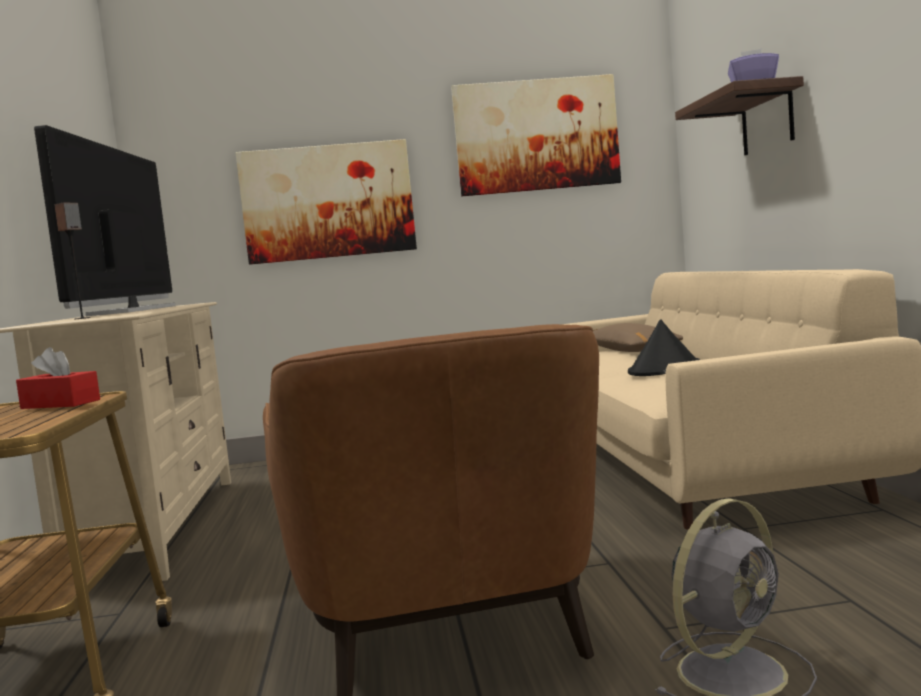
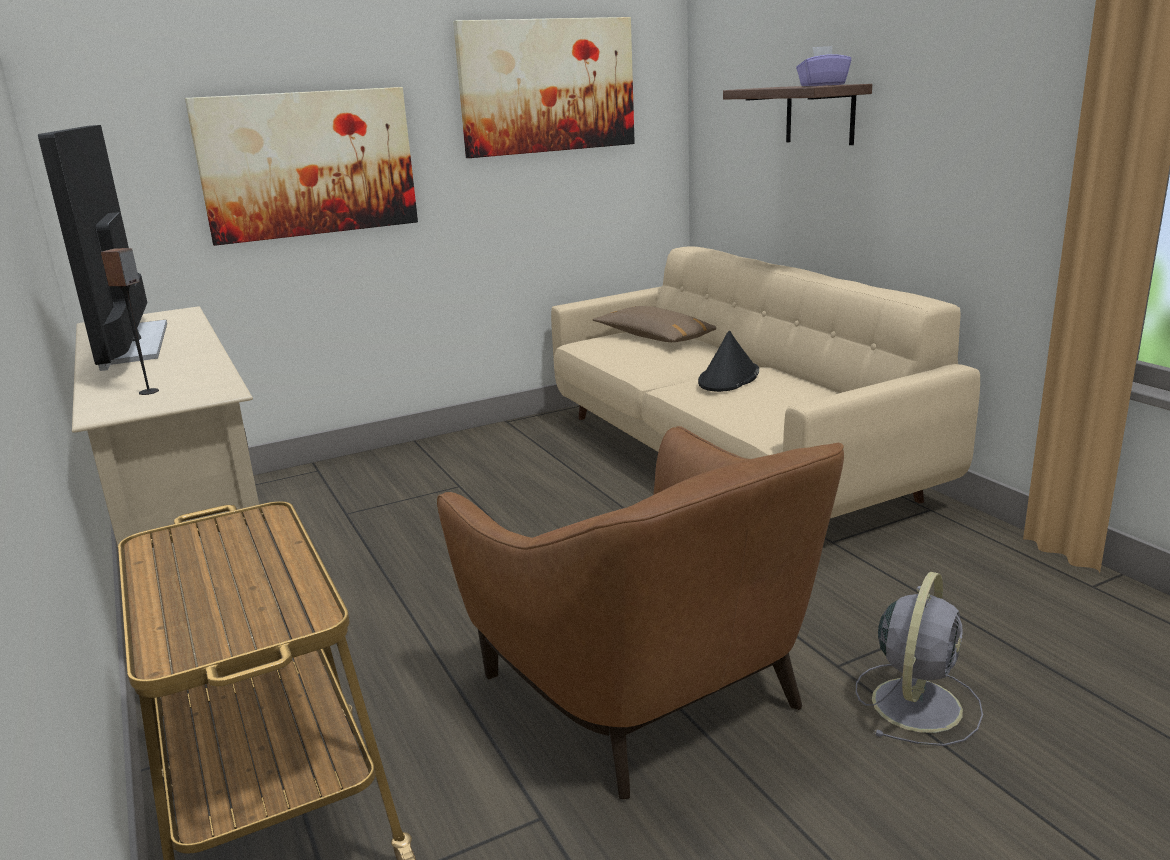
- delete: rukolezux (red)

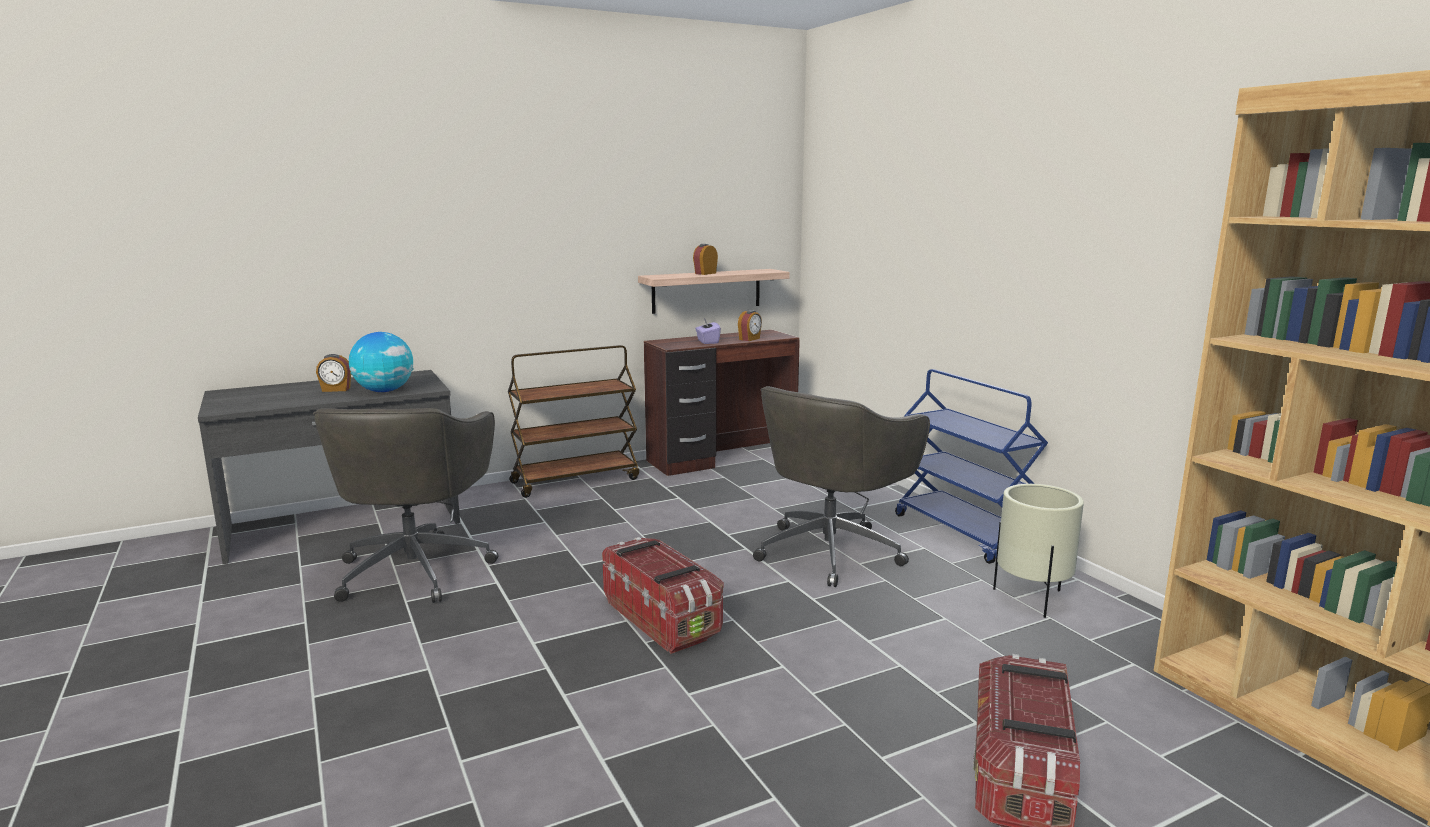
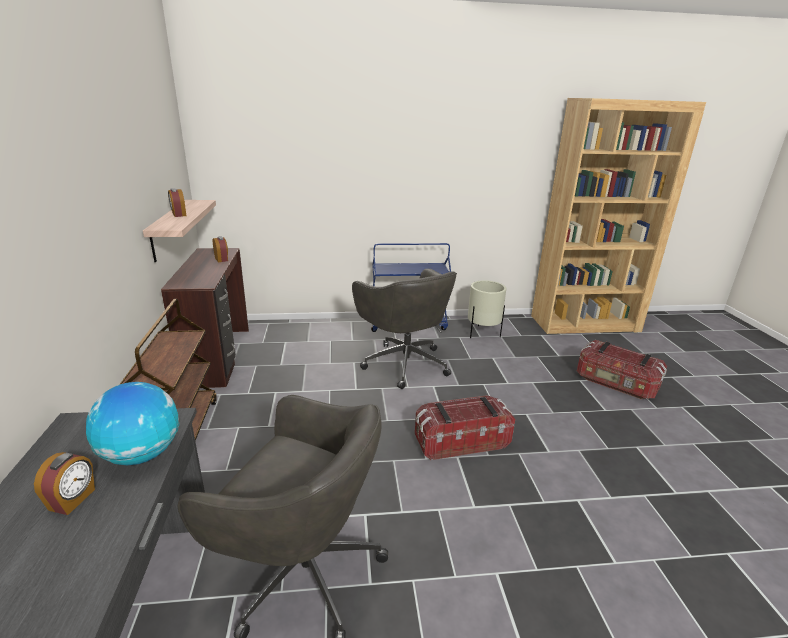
- delete: rukolezux (purple)

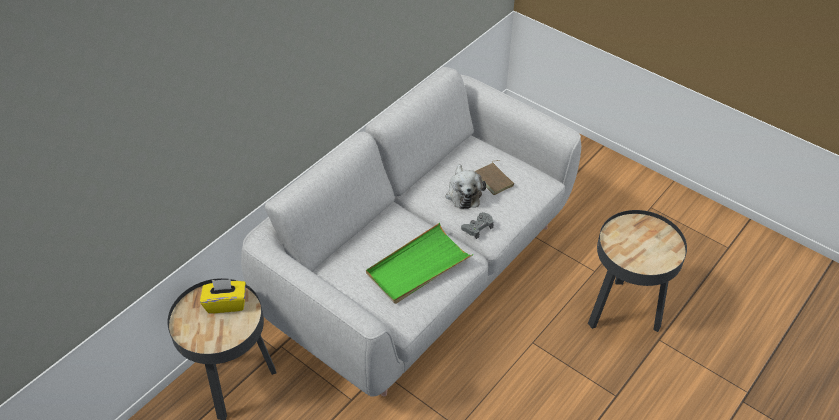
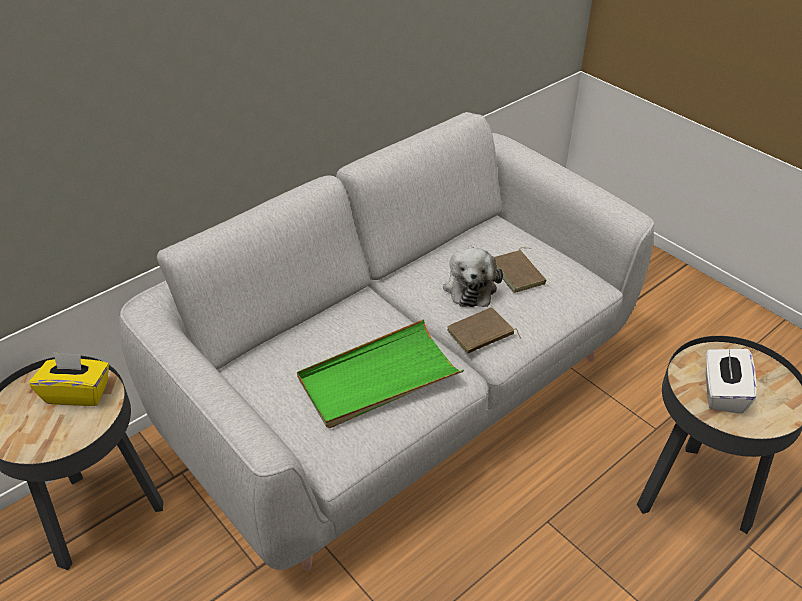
- replace: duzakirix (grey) to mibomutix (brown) (1st from left)
- insert: rukolezux (white)

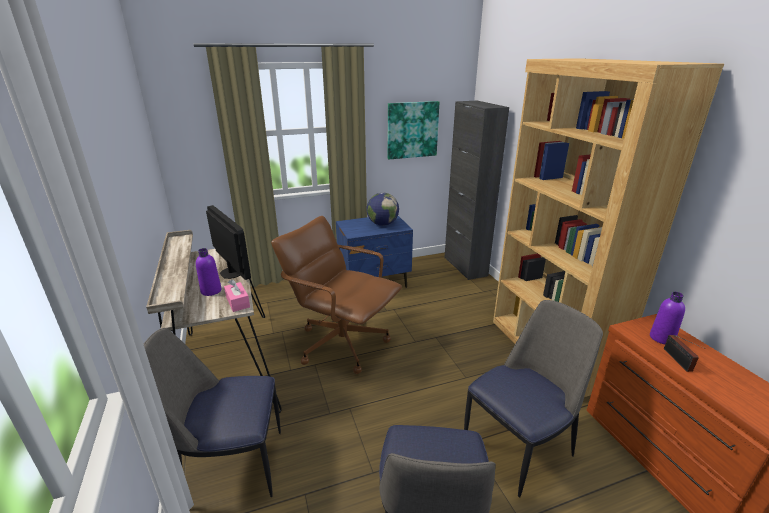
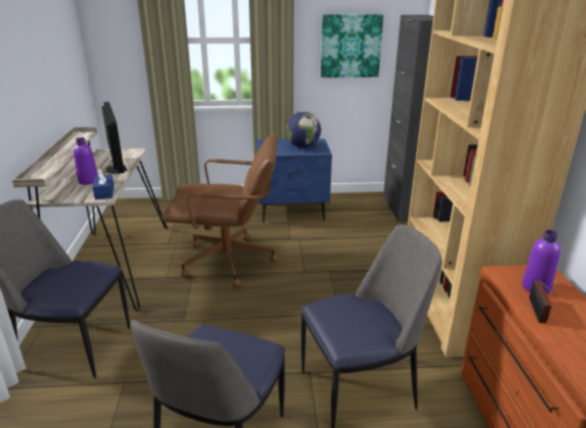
- recolor: rukolezux (pink) to rukolezux (blue)
- rotate: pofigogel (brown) 135 degrees clockwise

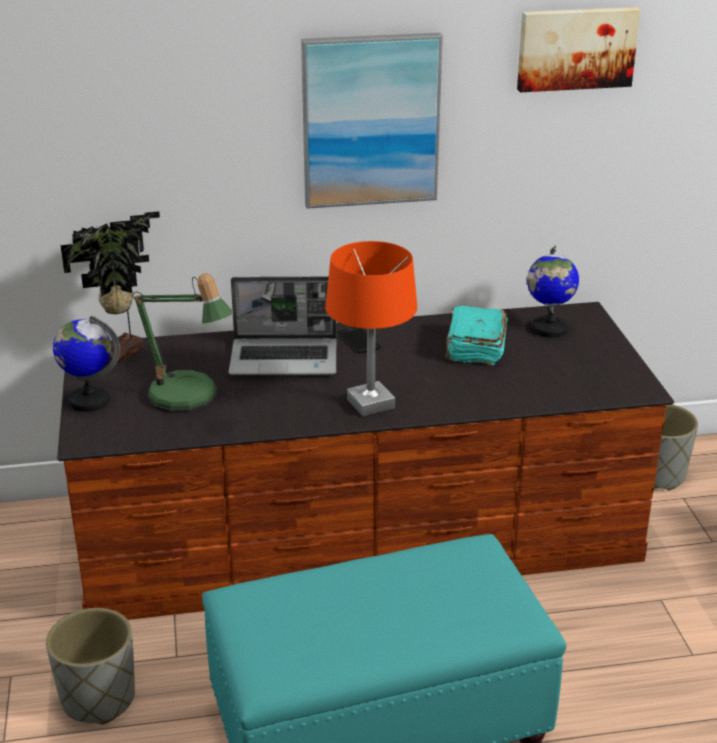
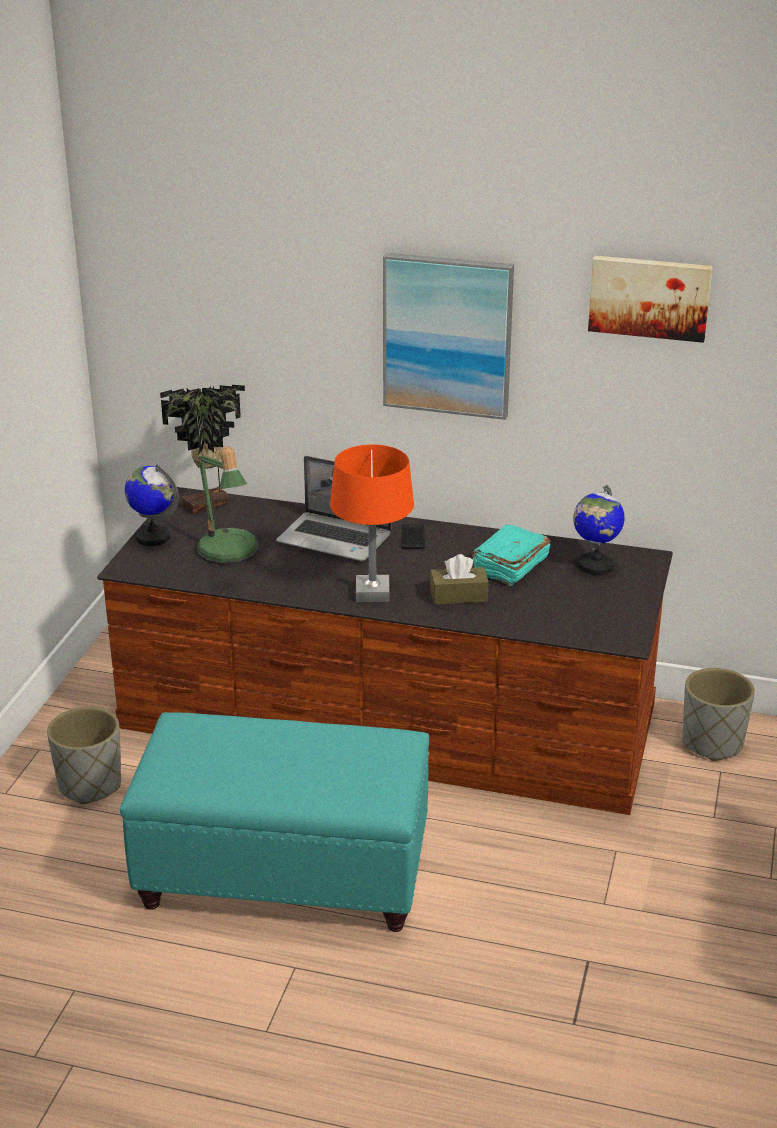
- insert: rukolezux (brown)

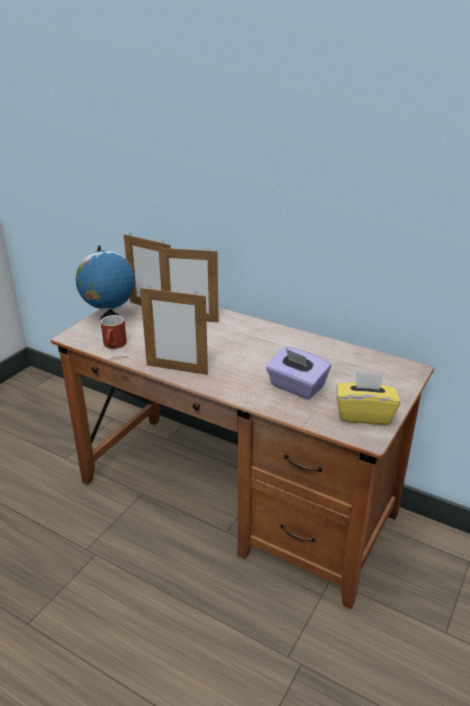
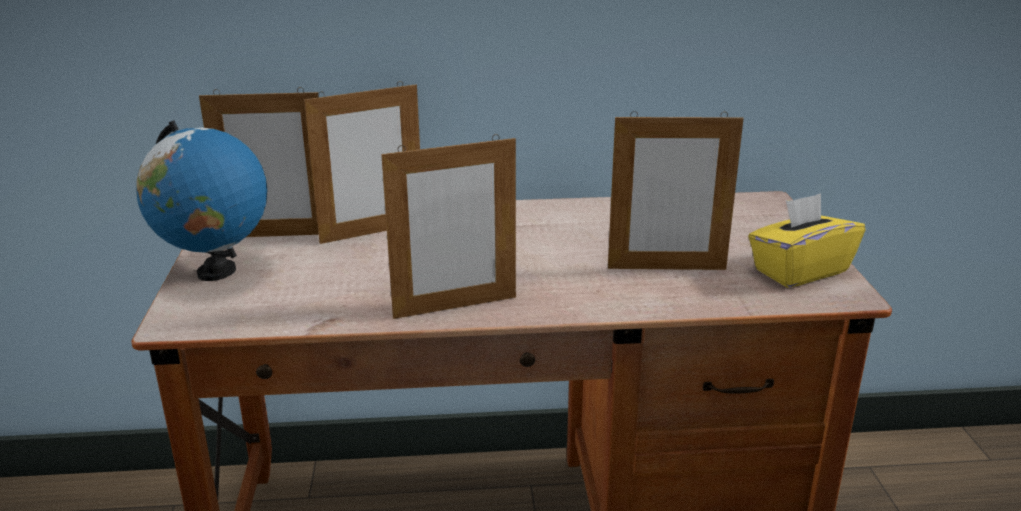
- delete: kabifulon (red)
- replace: rukolezux (purple) to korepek (4th from left)

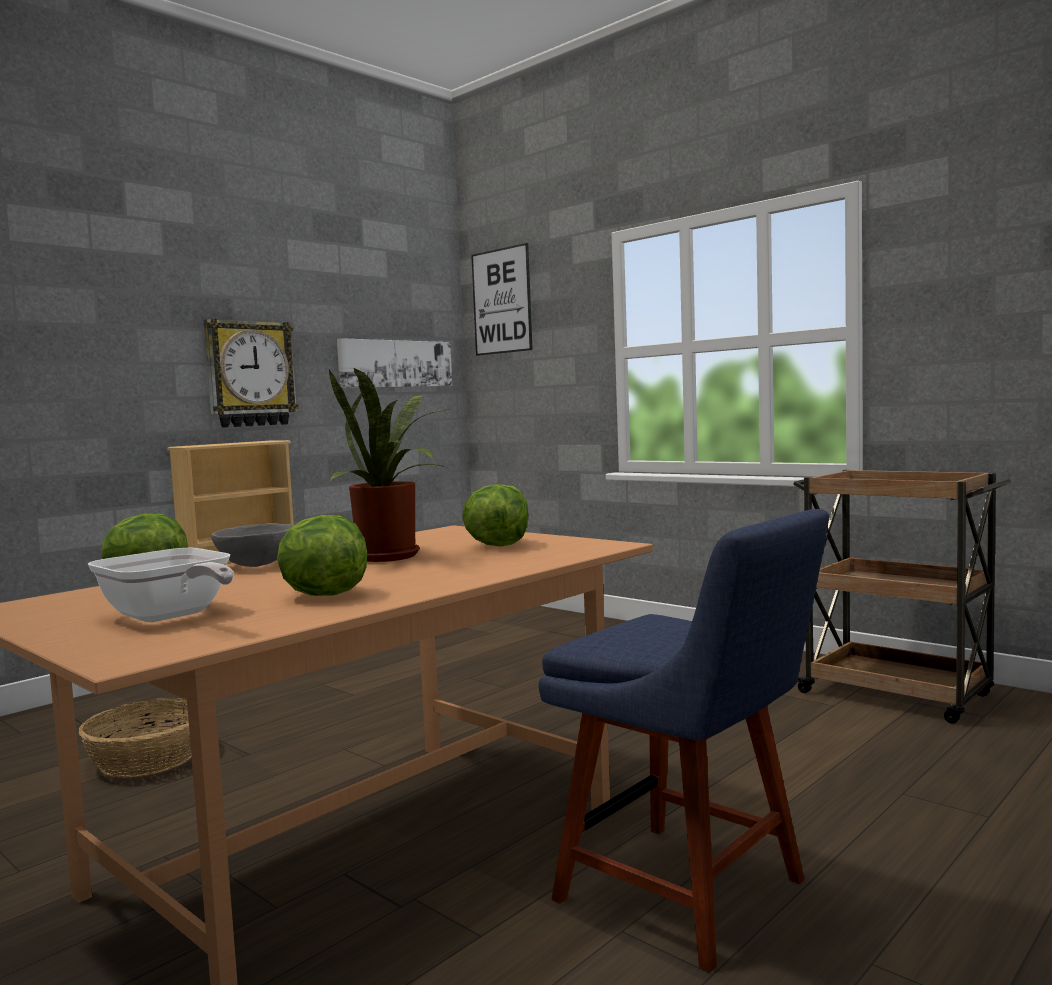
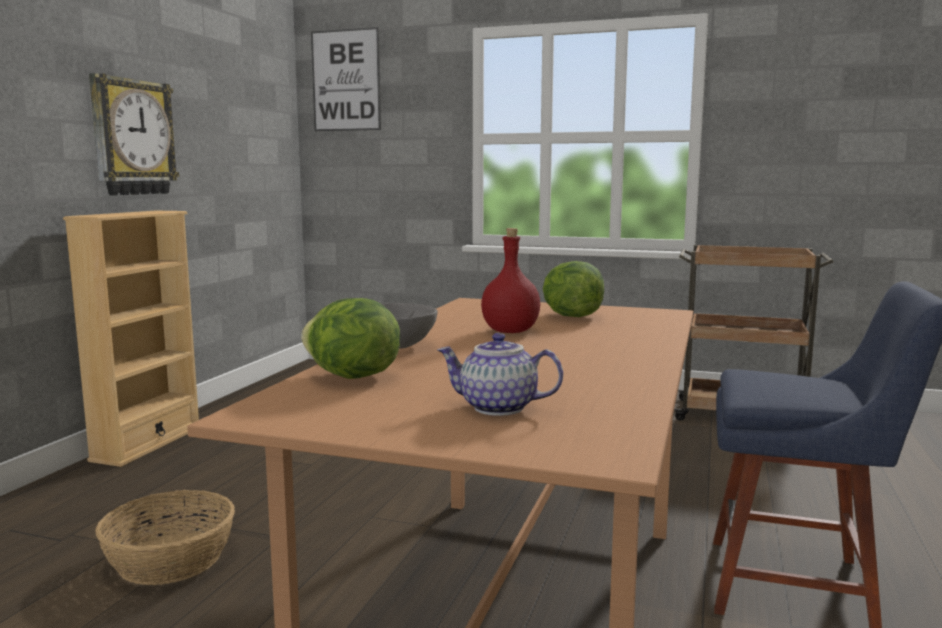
- replace: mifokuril to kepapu
- delete: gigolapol (2nd from left)
- replace: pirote to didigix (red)
- delete: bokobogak (1st from left)

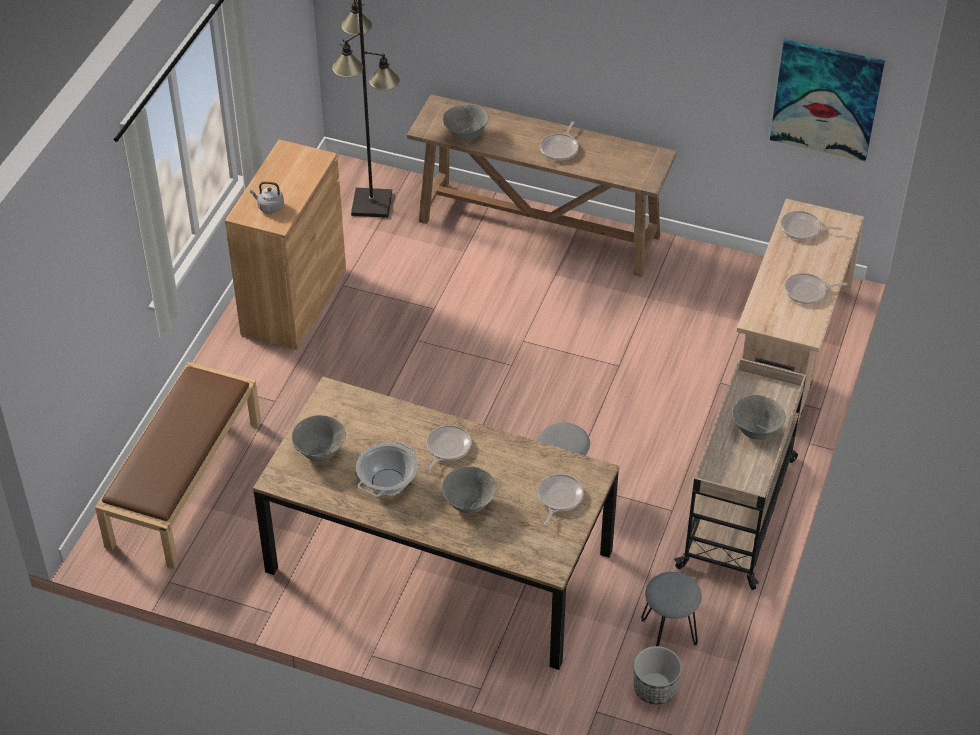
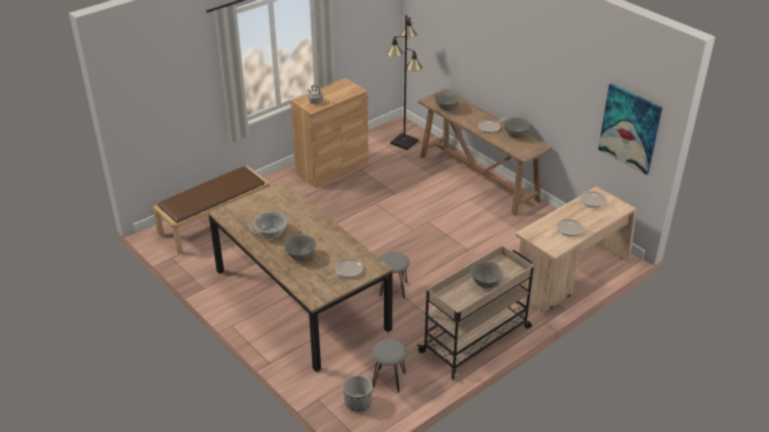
- move: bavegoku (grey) (1st from left in the first image) to bavegoku (grey) (4th from left)
- delete: mifokuril (1st from left)

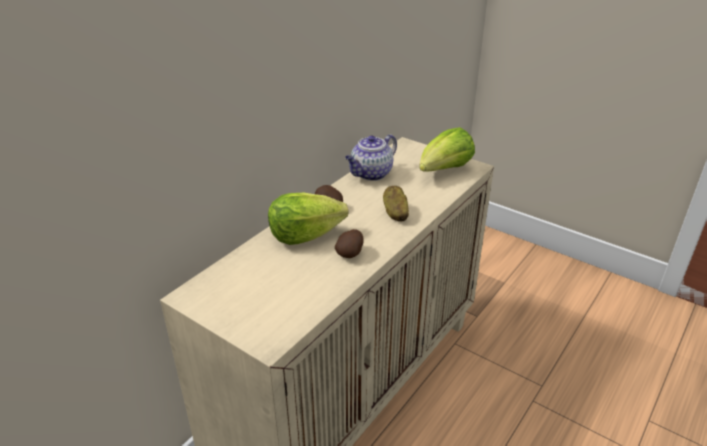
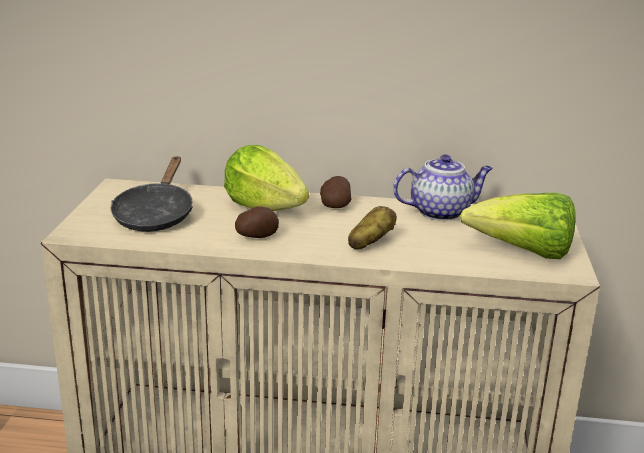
- rotate: kepapu 150 degrees clockwise
- insert: mifokuril (black)

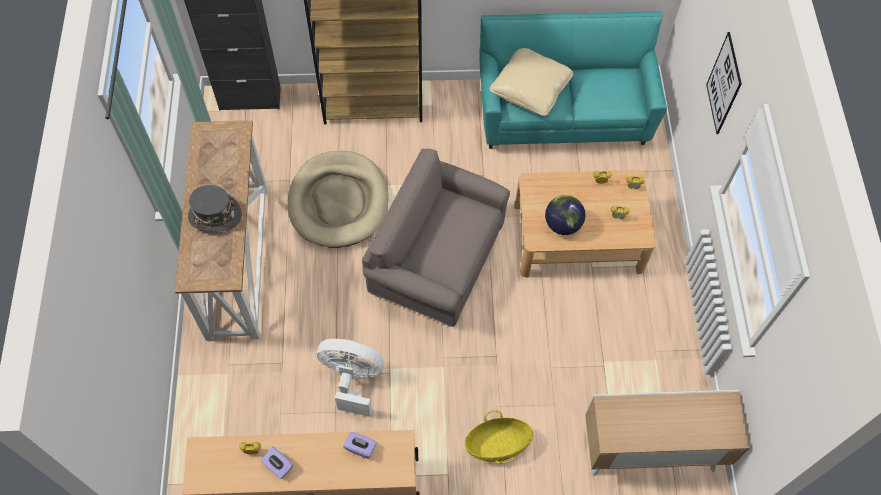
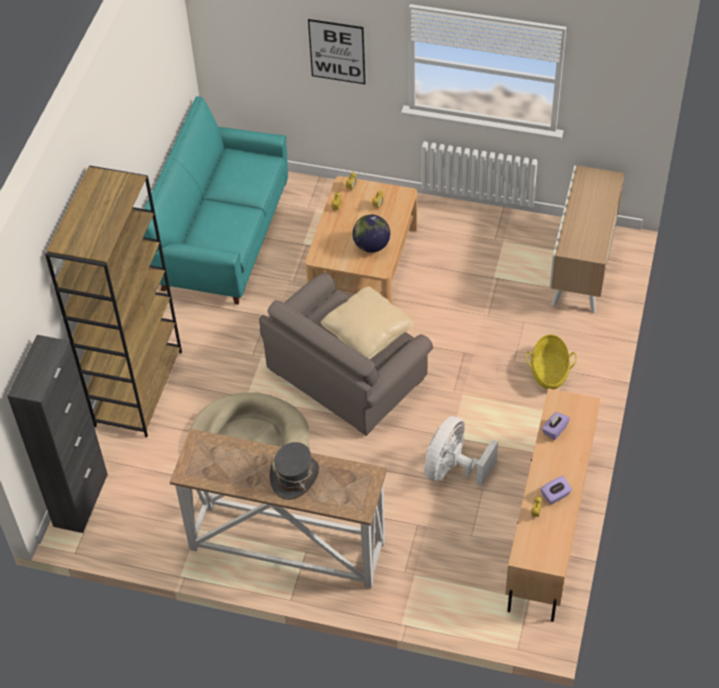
- move: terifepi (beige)

